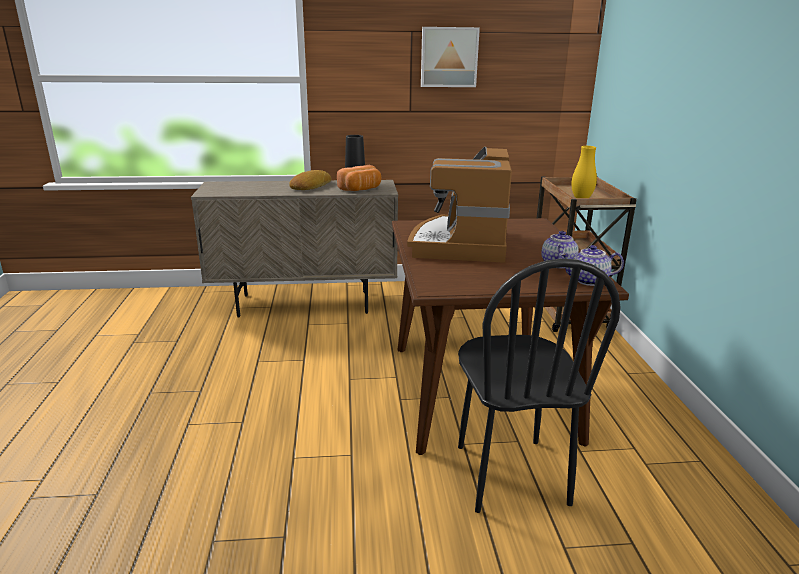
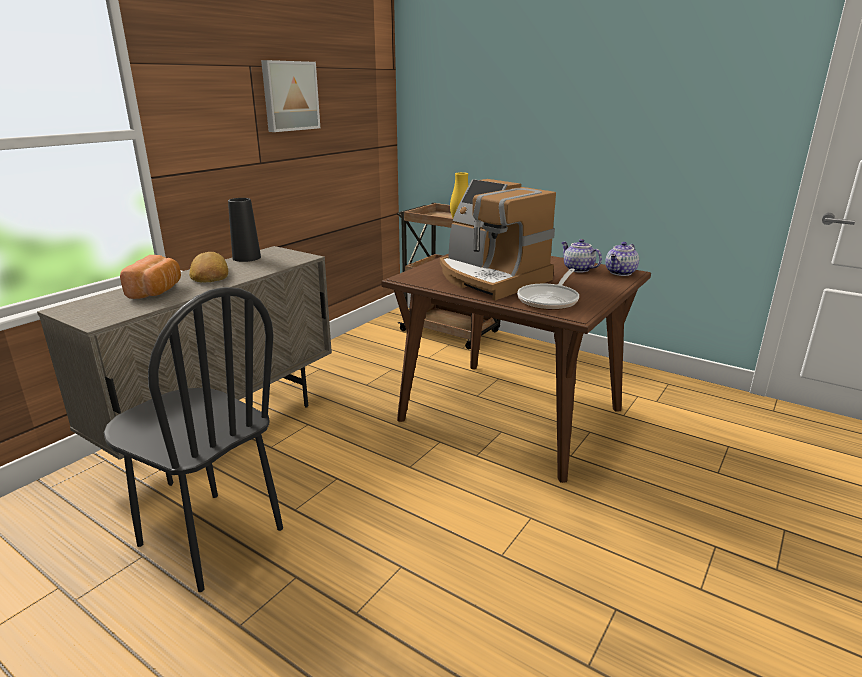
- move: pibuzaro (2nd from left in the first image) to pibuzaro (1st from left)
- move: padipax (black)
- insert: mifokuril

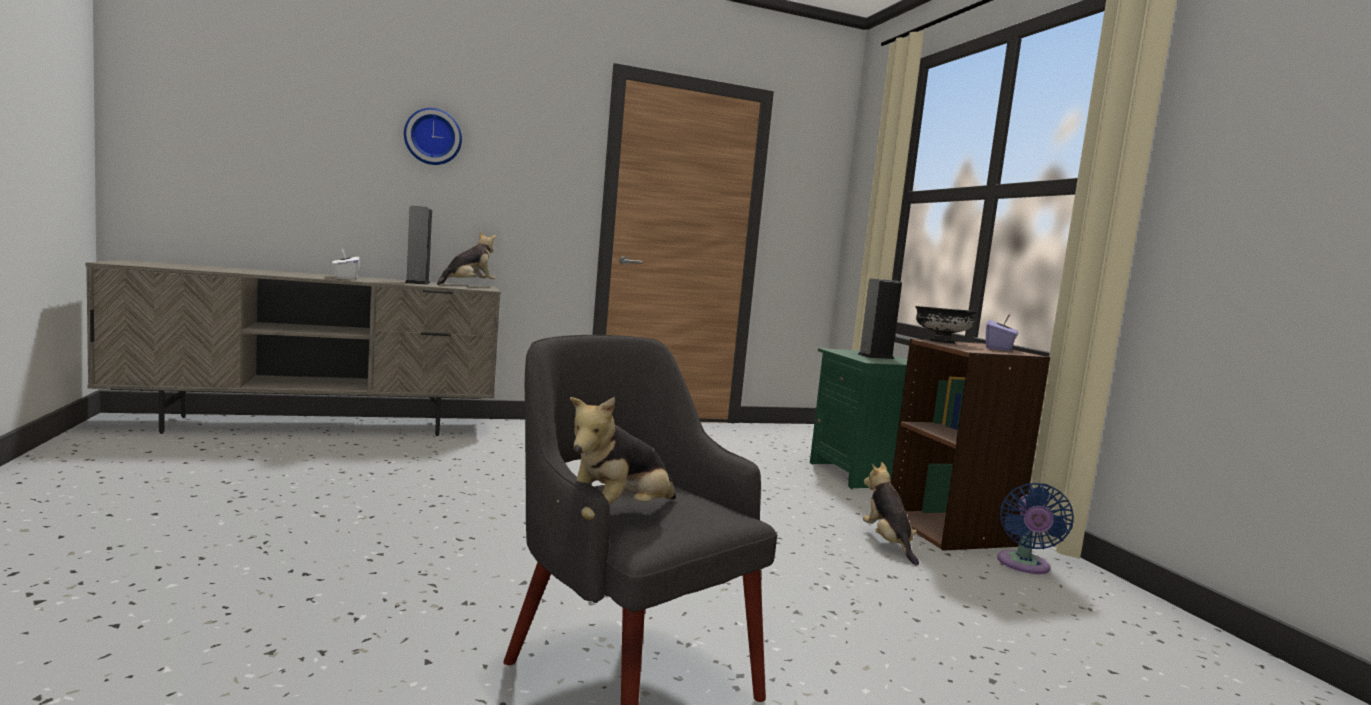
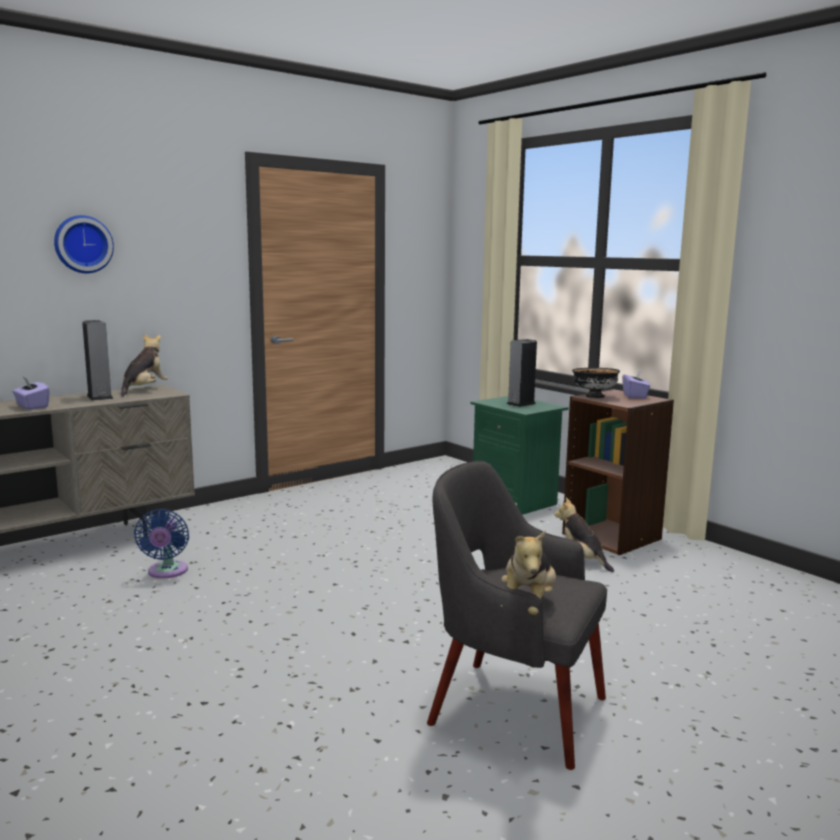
- recolor: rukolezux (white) to rukolezux (purple) (1st from left)
- move: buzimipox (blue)

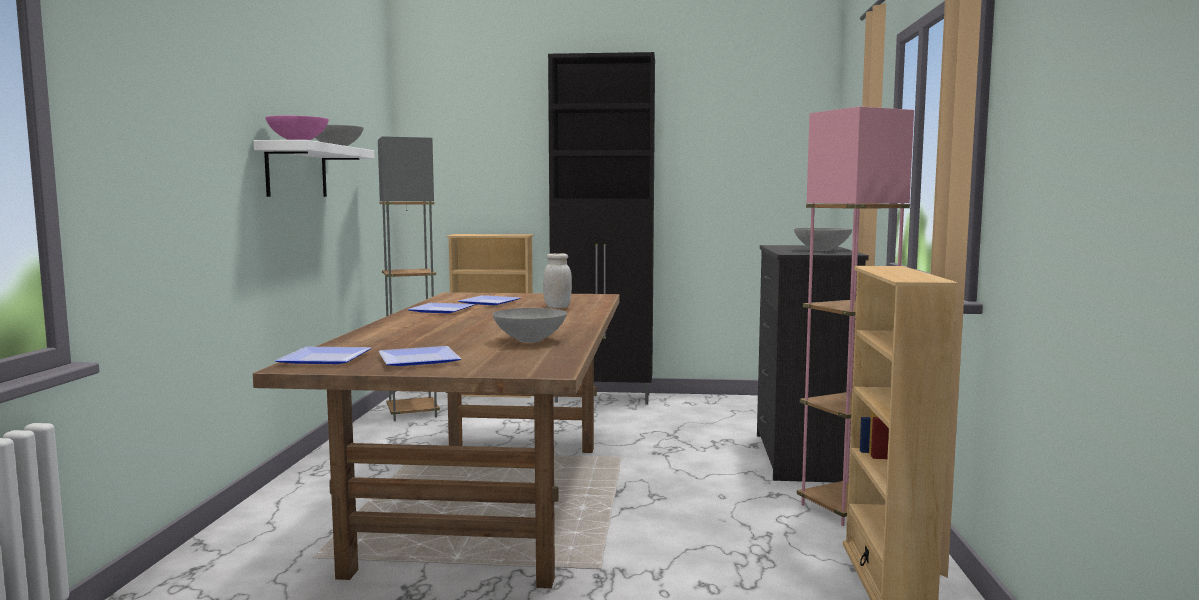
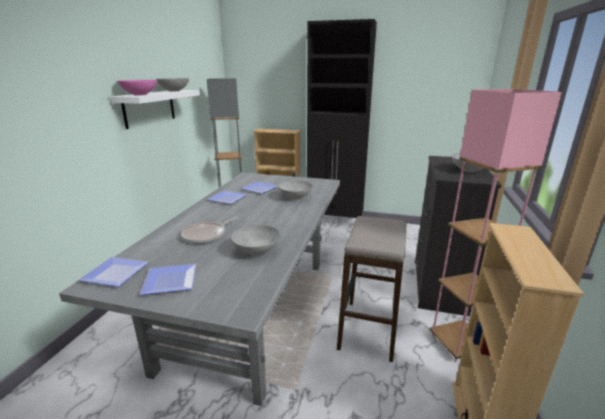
- recolor: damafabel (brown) to damafabel (grey)
- replace: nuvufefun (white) to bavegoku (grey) (3rd from left)
- insert: mifokuril
- insert: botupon

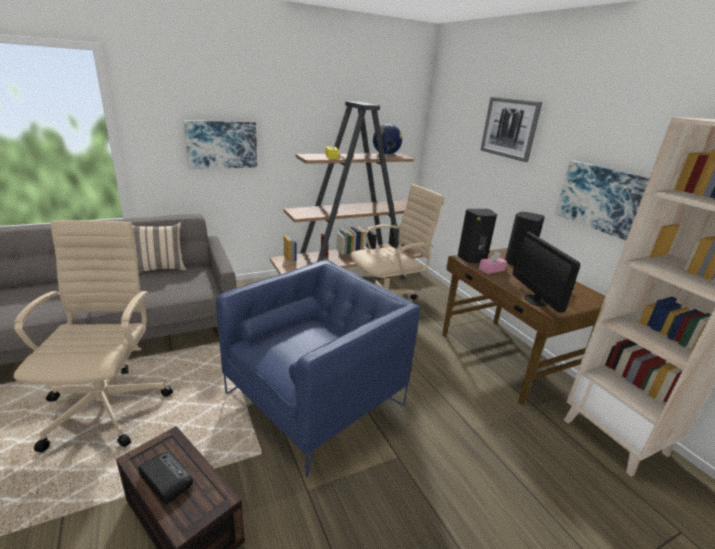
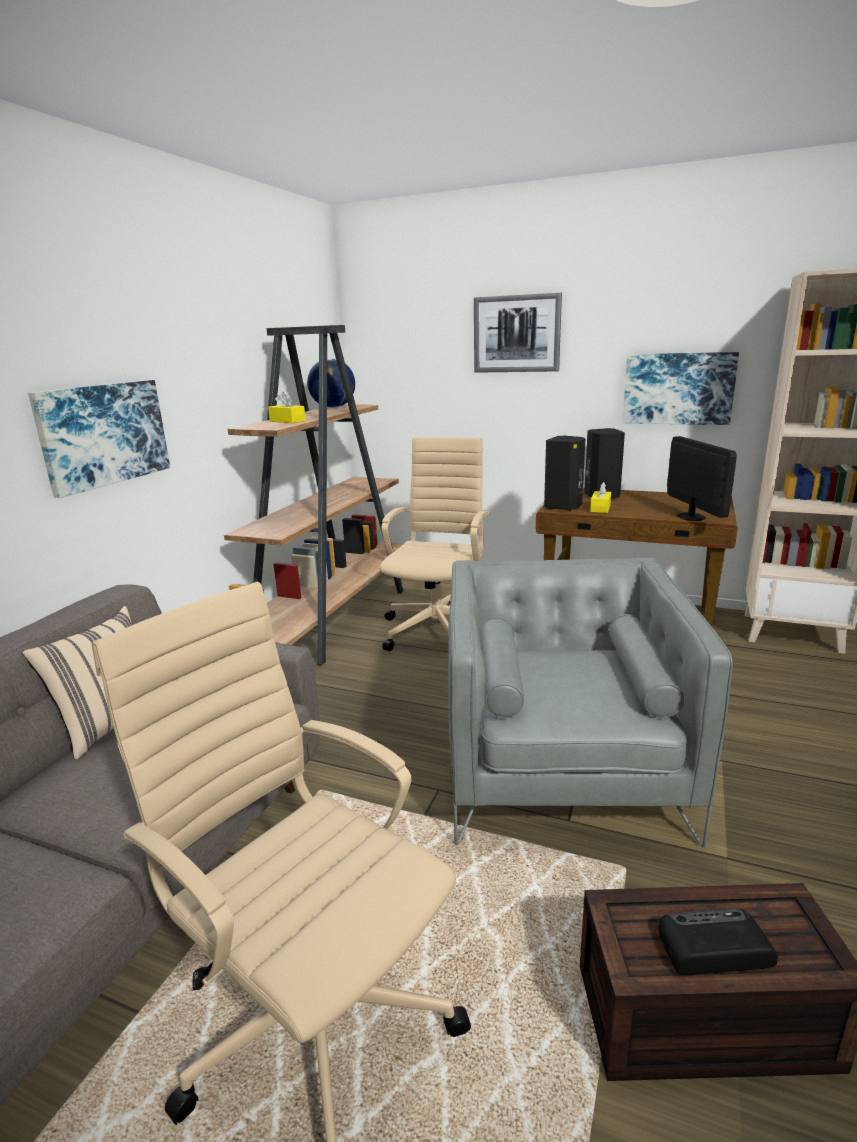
- recolor: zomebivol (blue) to zomebivol (grey)
- recolor: rukolezux (pink) to rukolezux (yellow) (2nd from left)
- rotate: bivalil 135 degrees counterclockwise

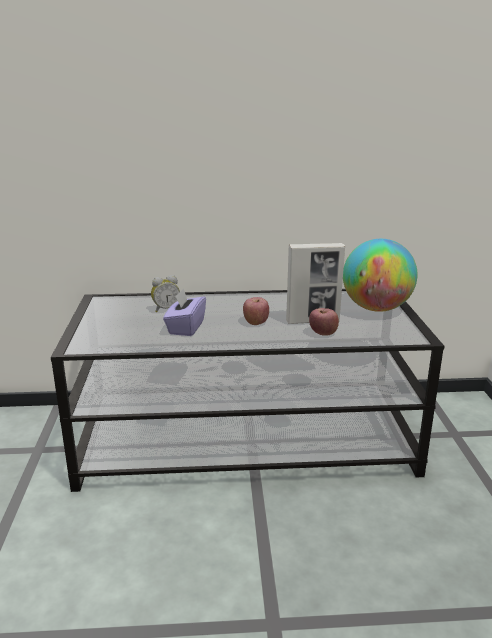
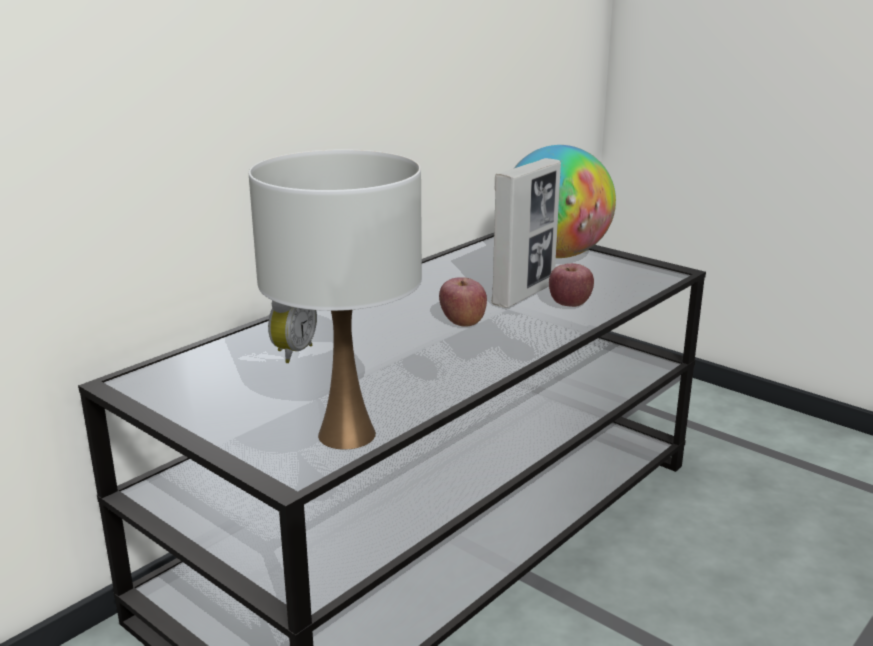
- delete: rukolezux (purple)
- insert: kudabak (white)

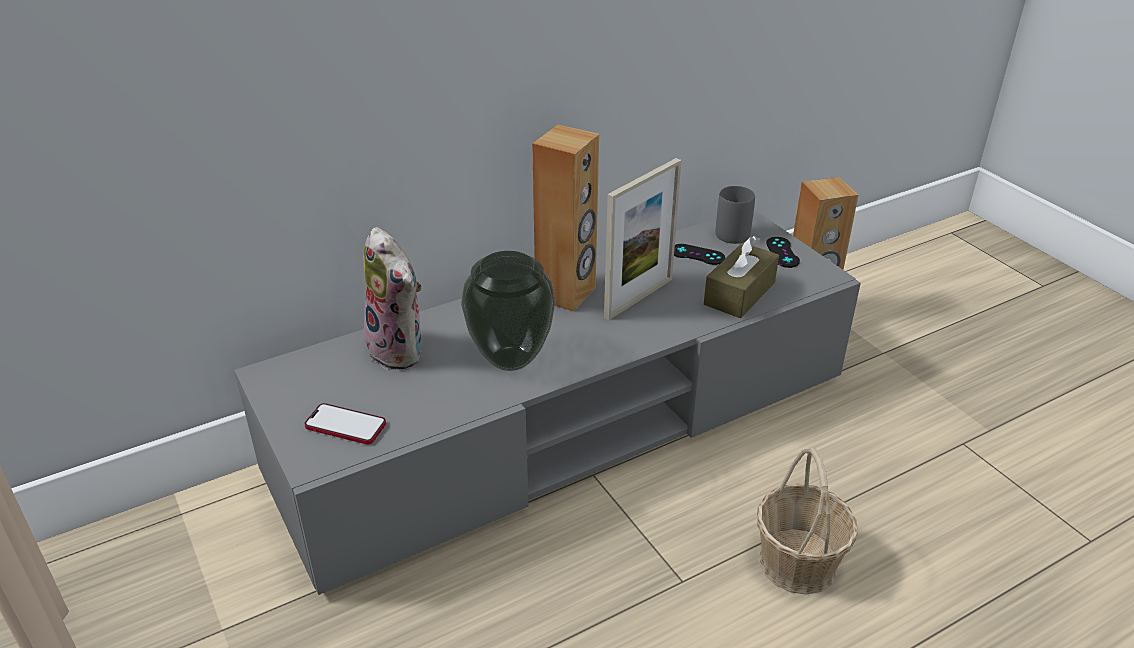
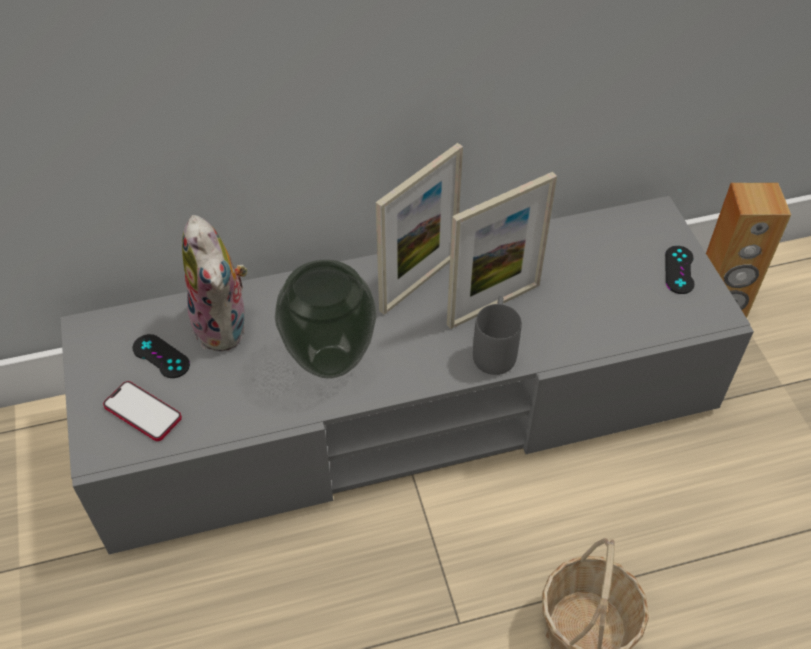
- replace: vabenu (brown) (1st from left) to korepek (1st from left)
- move: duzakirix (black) (1st from left)
- delete: rukolezux (brown)
- move: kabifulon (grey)

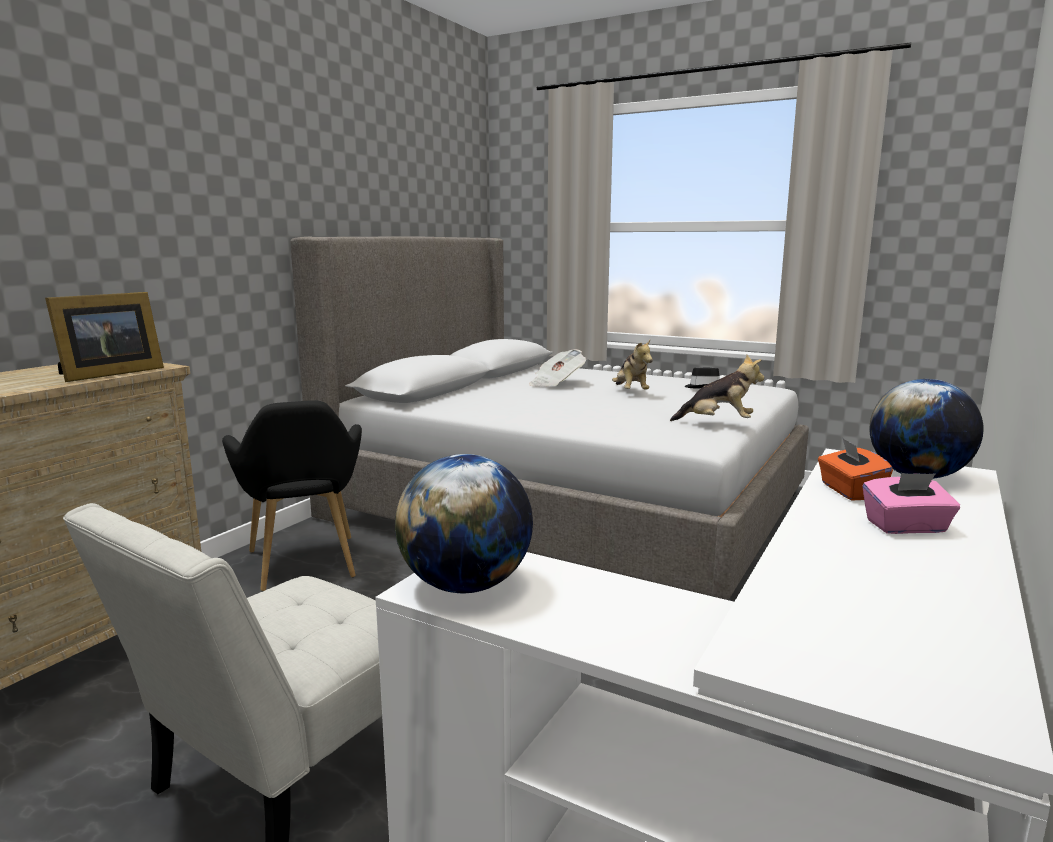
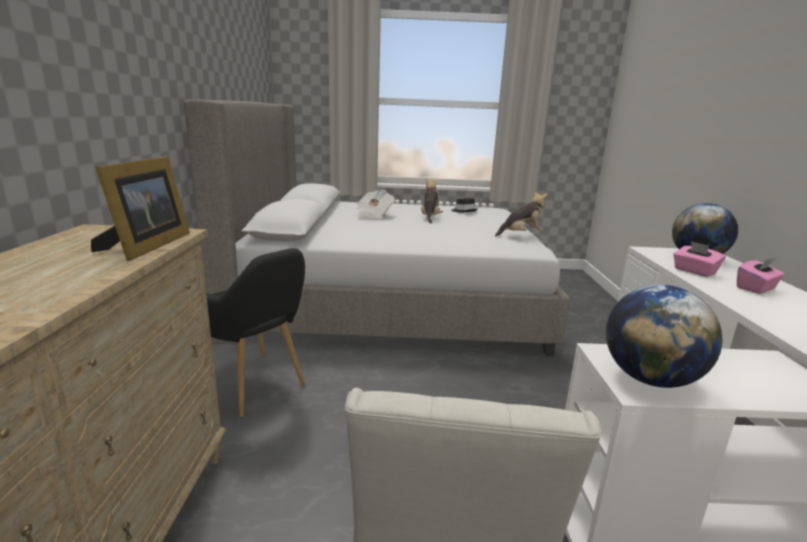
- rotate: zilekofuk (1st from left) 135 degrees counterclockwise
- recolor: rukolezux (orange) to rukolezux (pink) (1st from left)

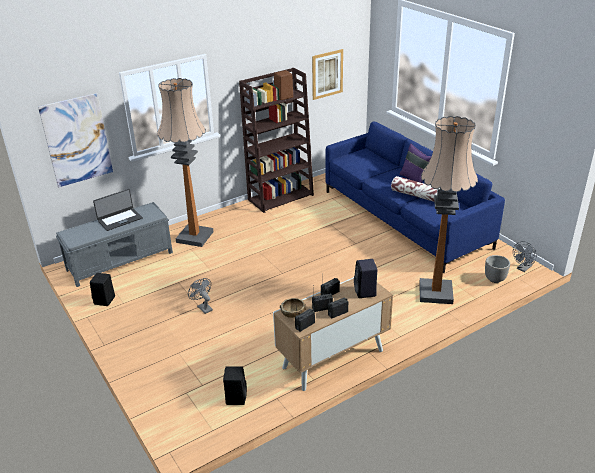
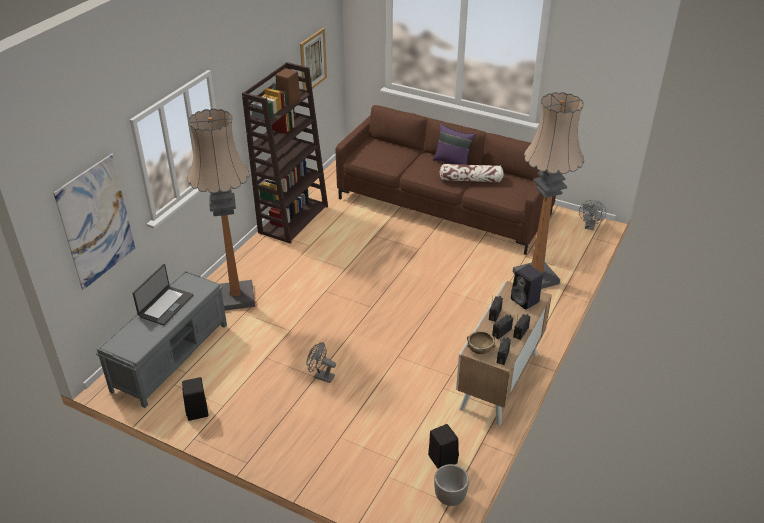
- recolor: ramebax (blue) to ramebax (brown)
- move: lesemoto

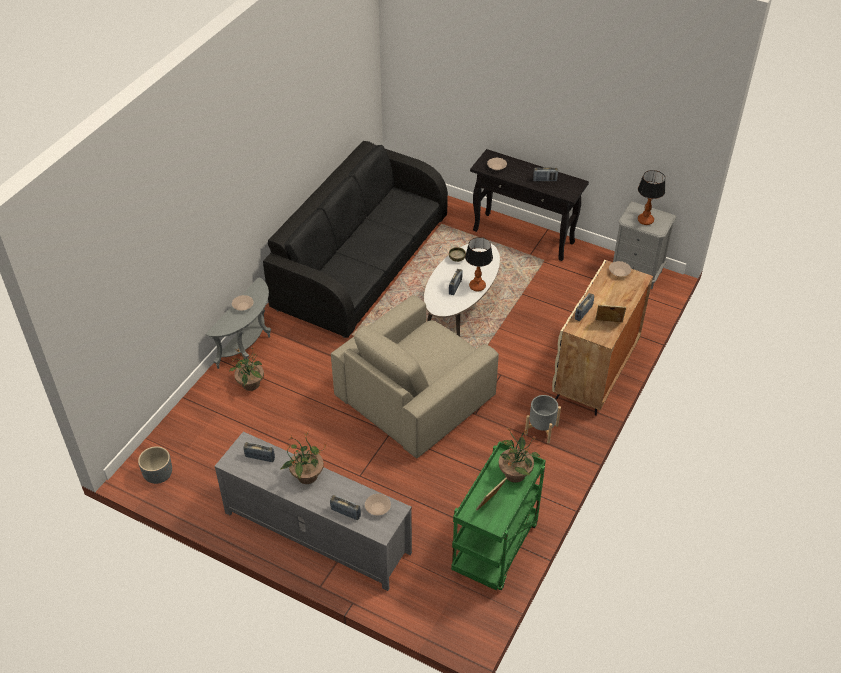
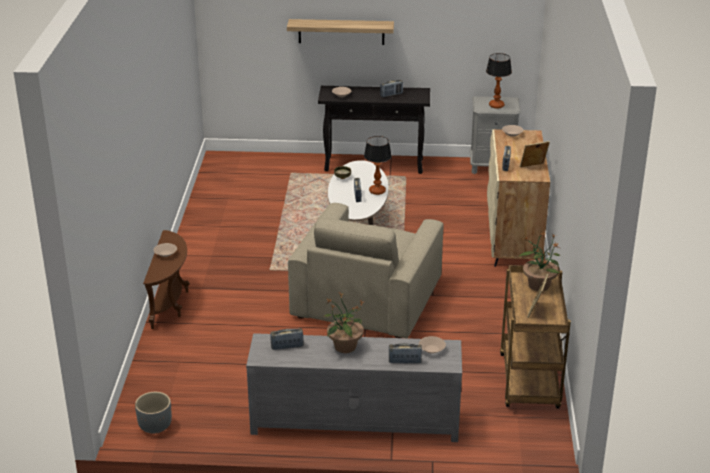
- recolor: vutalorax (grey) to vutalorax (brown)
- delete: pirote (1st from left)
- delete: ramebax (black)
- recolor: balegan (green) to balegan (brown)
- delete: lesemoto (grey) (2nd from left)
- insert: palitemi

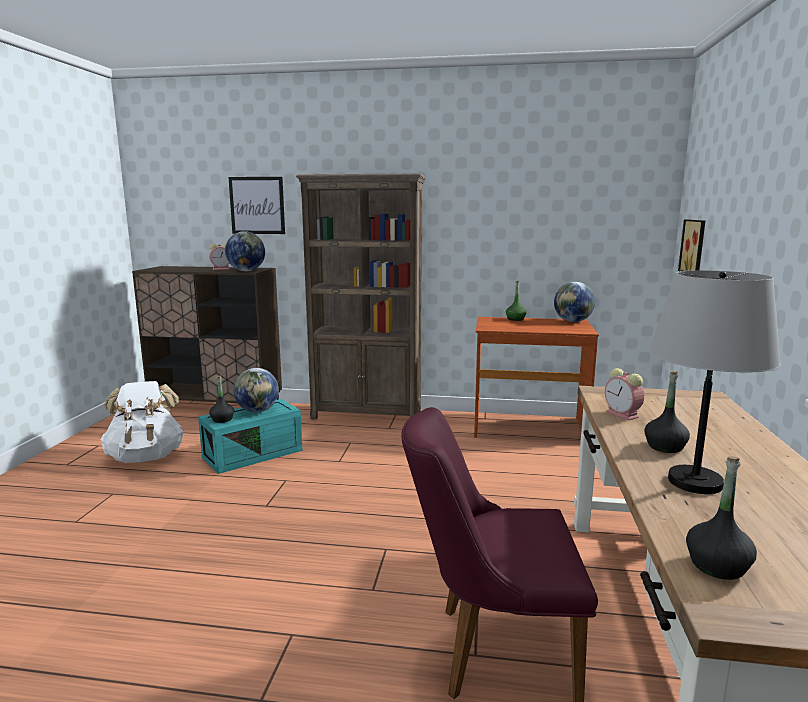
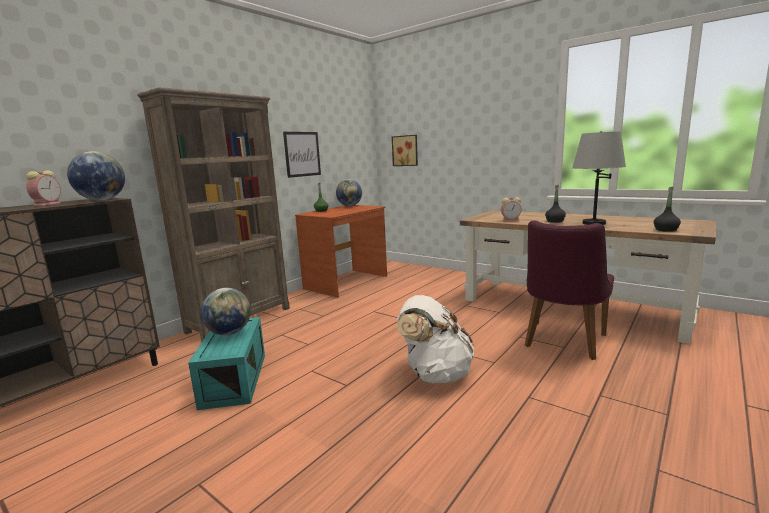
- move: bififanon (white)
- delete: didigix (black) (1st from left)
- move: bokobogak (1st from left)

